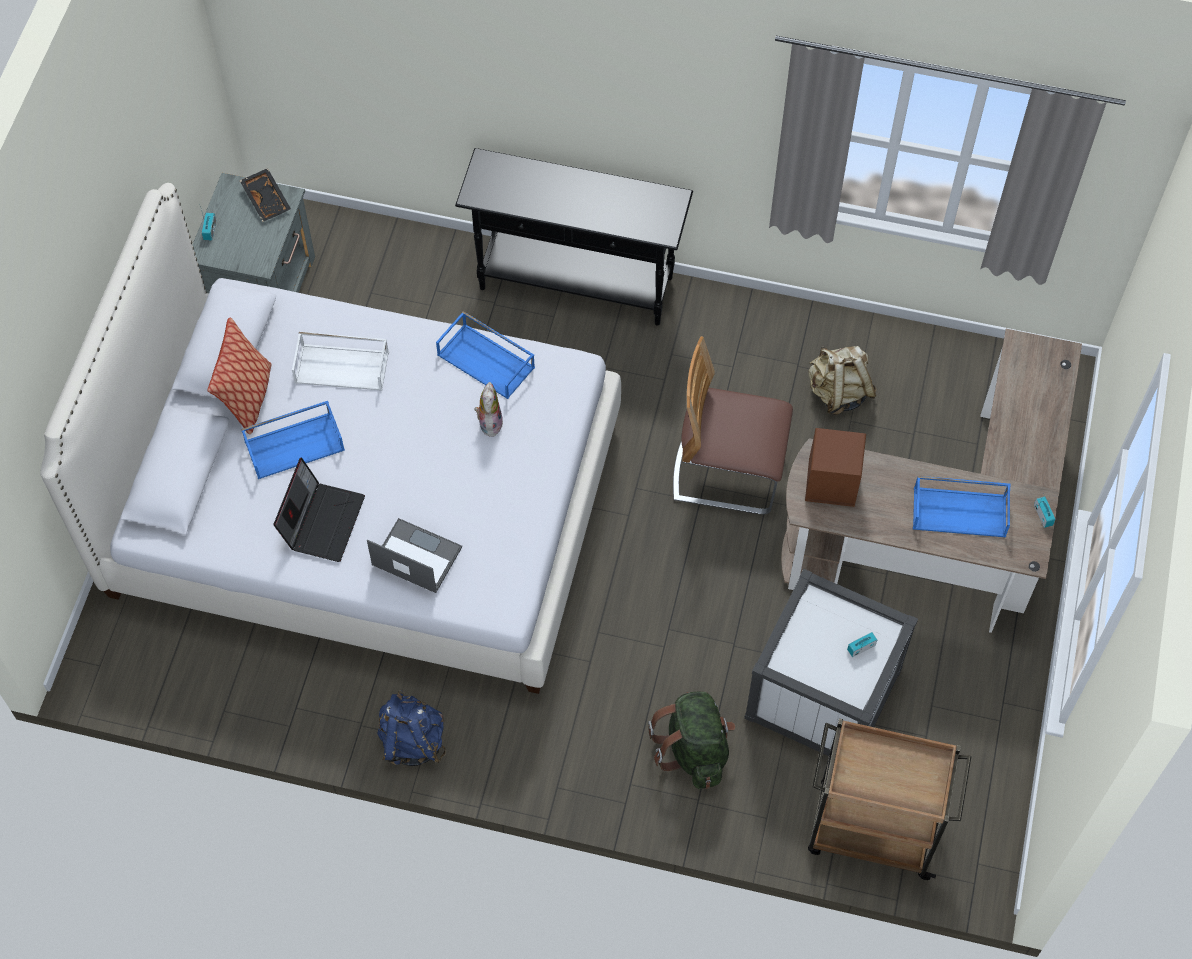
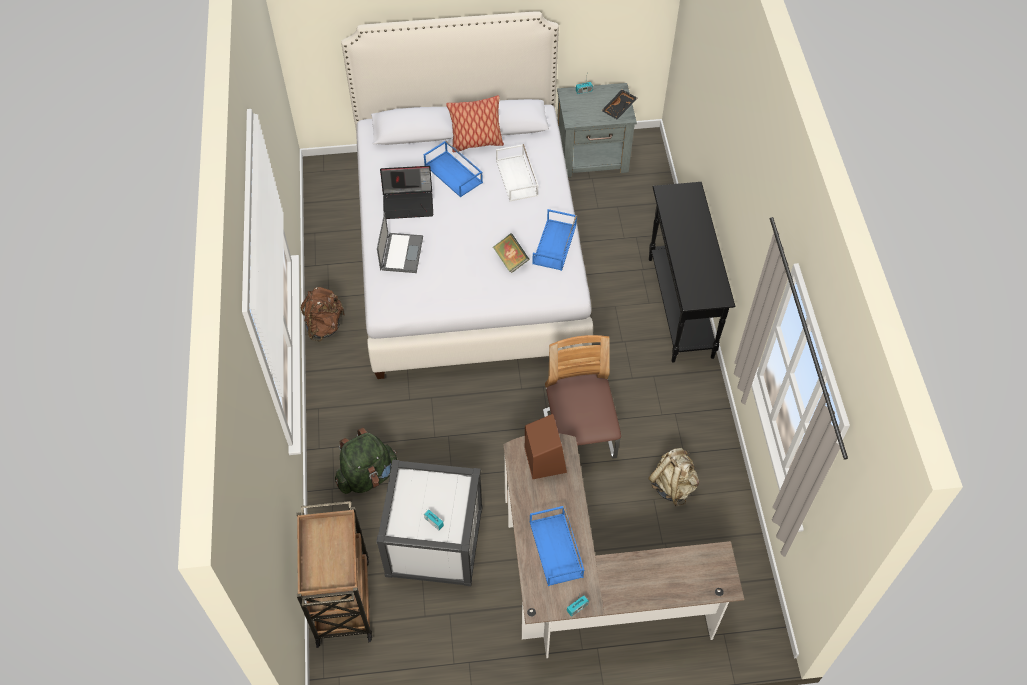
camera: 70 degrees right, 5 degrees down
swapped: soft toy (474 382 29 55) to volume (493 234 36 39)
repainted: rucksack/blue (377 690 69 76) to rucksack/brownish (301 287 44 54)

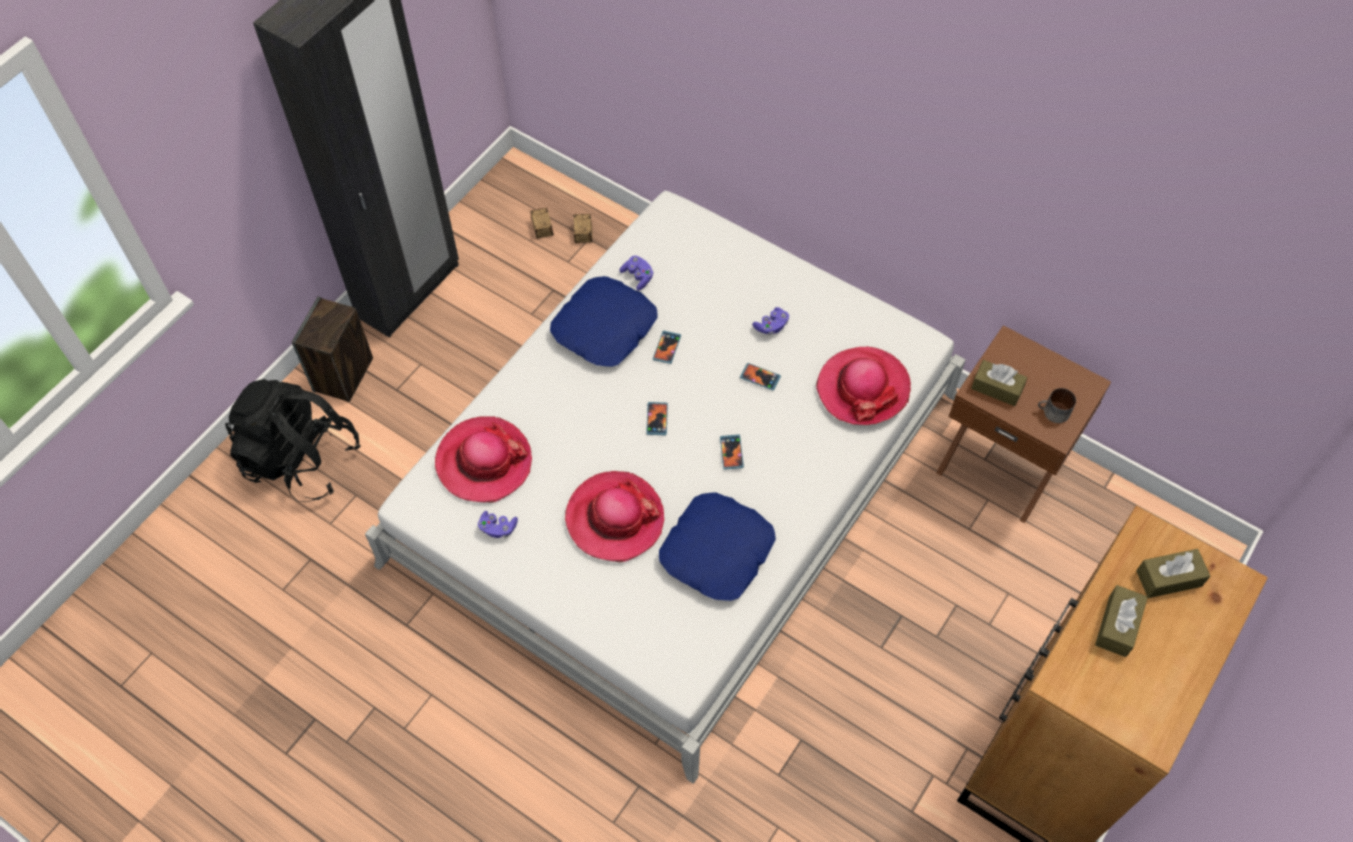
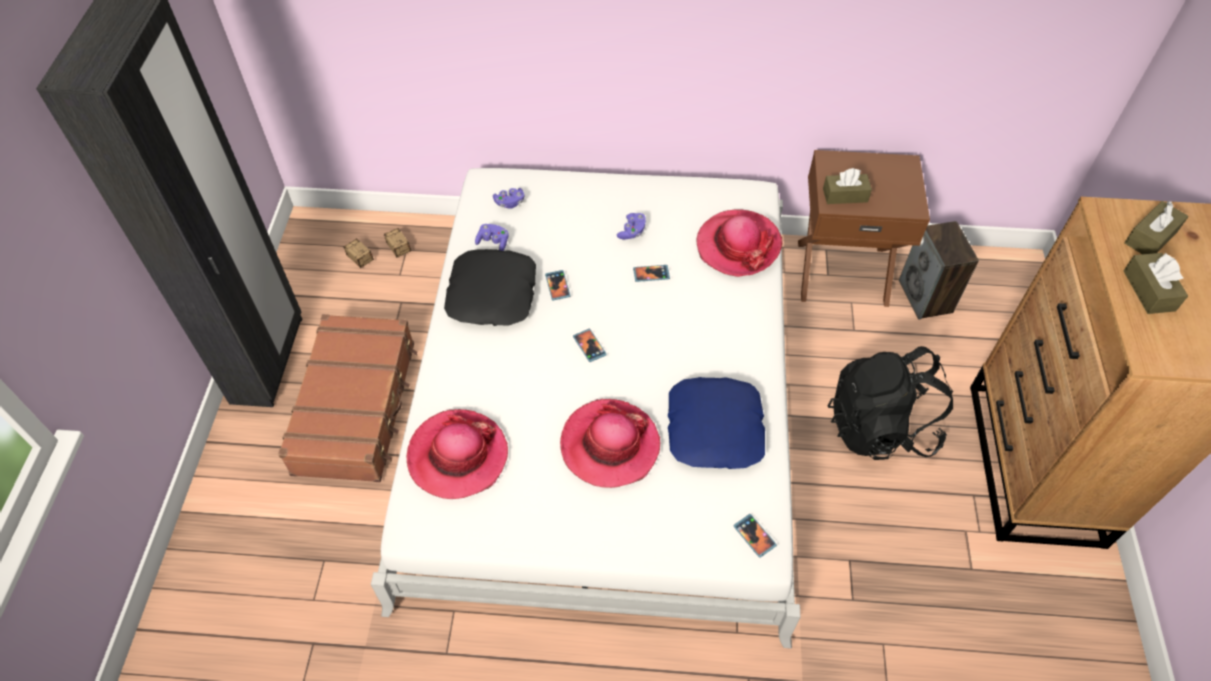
camera: 30 degrees left, 5 degrees down
gone: mug (1038 388 38 35)
new: piece of luggage/brownish (278 314 139 168)
shifted: gamepad/purple-coloured (478 511 40 27) to (493 188 31 21); phone (720 434 24 36) to (733 514 44 44); rucksack/blackish (225 379 136 123) to (828 346 125 114); speaker (292 297 81 105) to (899 221 80 99)
repainted: cushion/blue (550 276 107 91) to cushion/blackish (444 249 92 77)

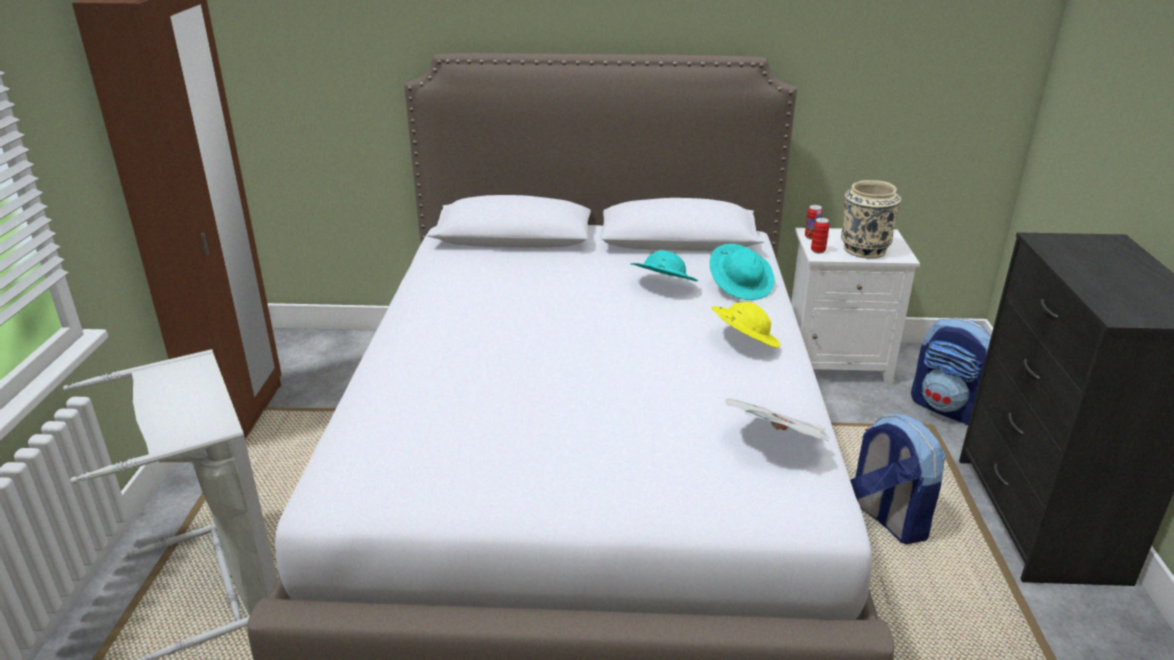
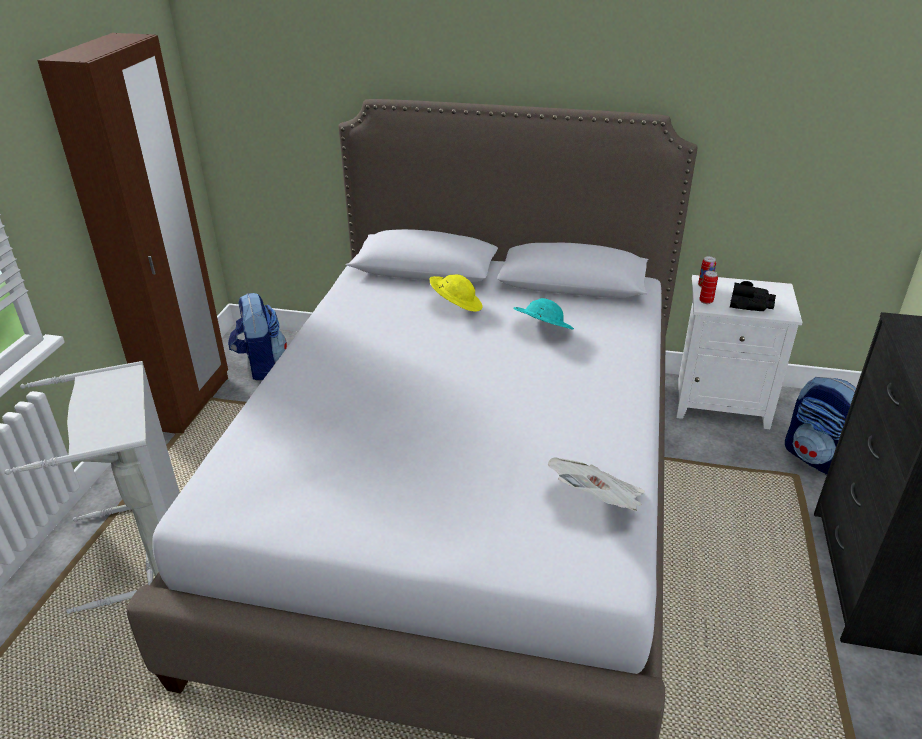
camera: 10 degrees right, 5 degrees up
gone: wearable hat/blue-green (710 244 65 56)
shifted: rucksack (850 413 95 131) to (228 293 59 87); wearable hat/yellowish (711 302 69 46) to (430 274 53 38)
swapped: vase/sand-coloured (841 180 60 79) to binoculars/blackish (730 281 46 30)

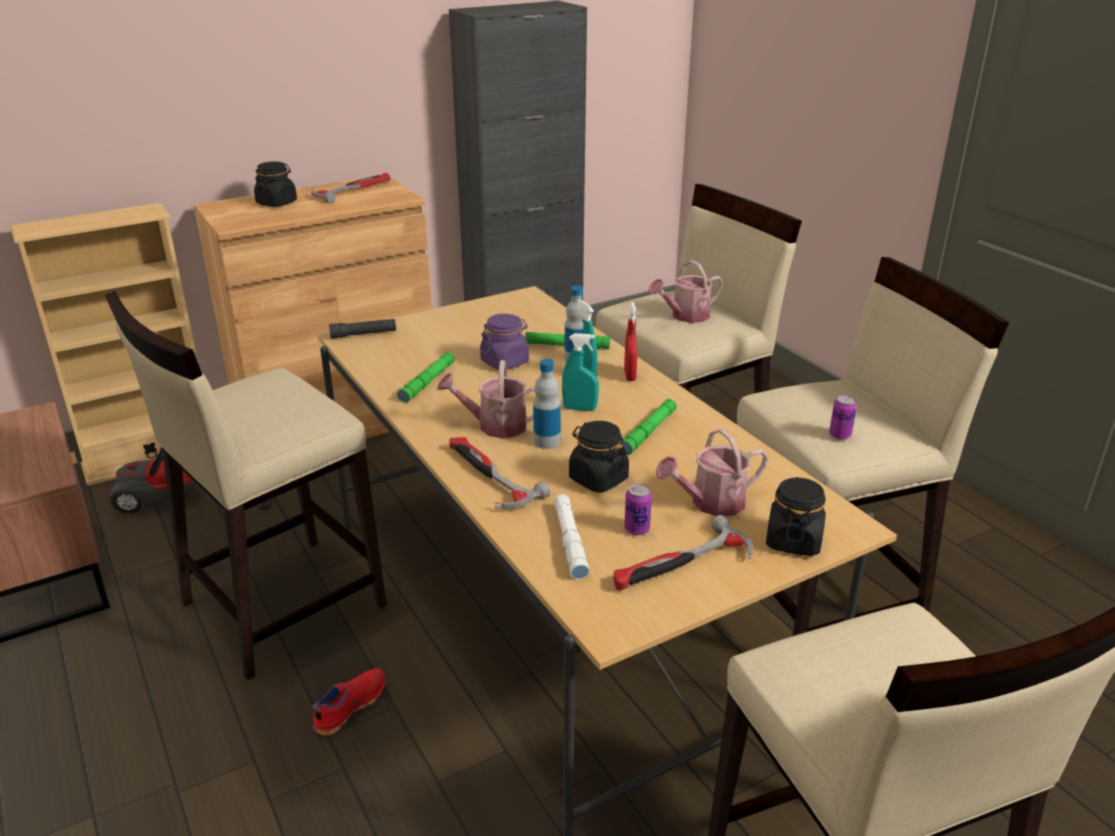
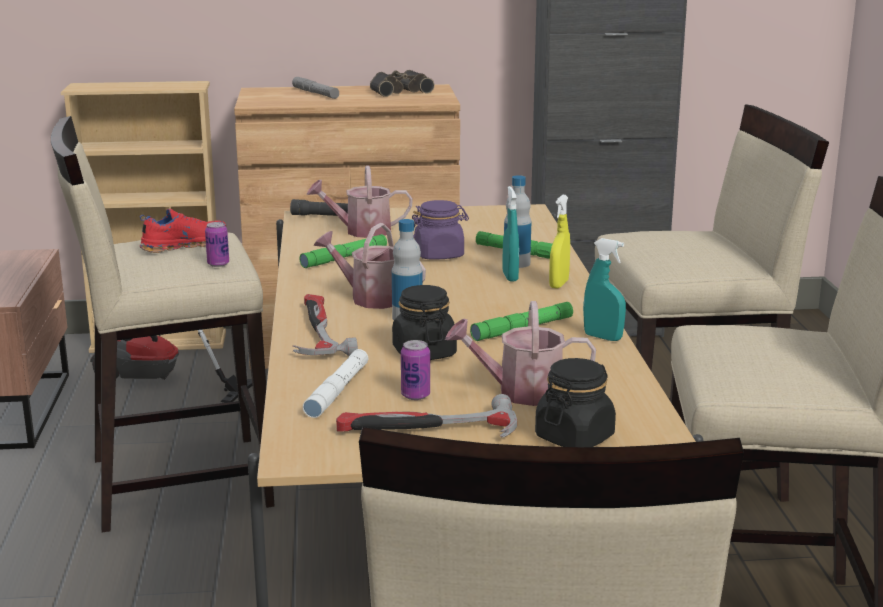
camera: 25 degrees right, 10 degrees down
shifted: item of footwear/red (312 668 73 67) to (140 208 86 45); can (829 395 28 45) to (205 222 24 45); sprinkling can (649 260 74 63) to (306 165 107 73); sprayer/blue-green (562 333 37 78) to (583 238 43 103)
swapped: preserve jar/blackish (254 161 43 46) to torch/greyish (292 77 47 22); tool hammer (311 173 79 30) to binoculars (370 70 65 27)
repainted: sprayer/red (624 302 13 79) to sprayer/yellowish (549 195 21 94)

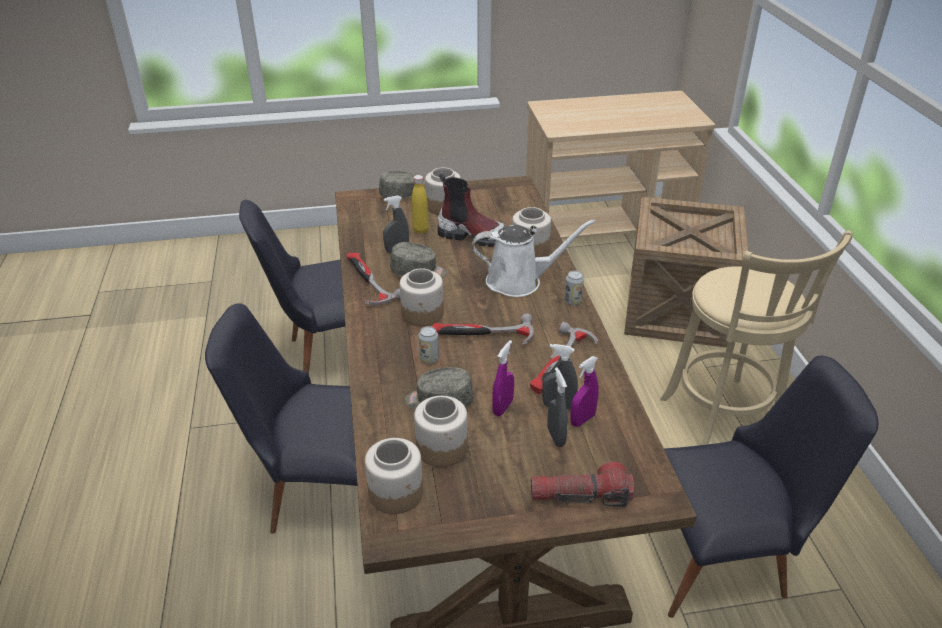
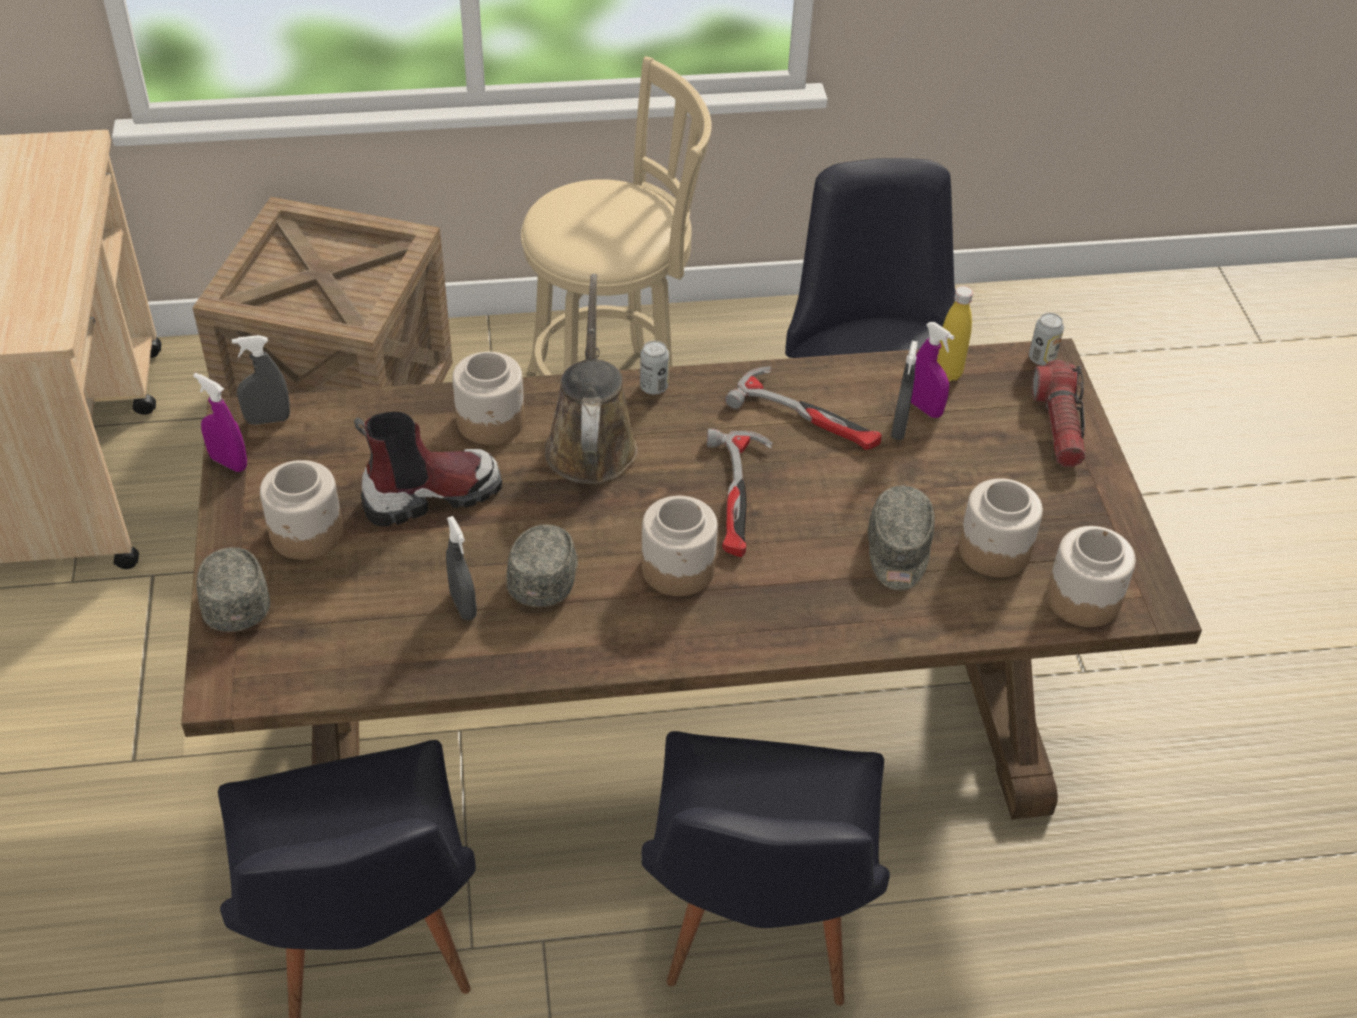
camera: 90 degrees left, 10 degrees up
gone: tool hammer (347 253 54 52)
shifted: sprayer/purple-coloured (492 340 22 76) to (193 373 54 99); sprayer/greyish (547 368 21 79) to (232 335 58 90); drink bottle/yellowish (411 175 18 59) to (937 286 36 96); can (418 326 21 38) to (1029 313 35 53)
repainted: sprinkling can/whitish (472 219 123 78) to sprinkling can/brownish (545 274 93 210)
rotated: tall boot (437 172 68 75) = (354 412 148 115) 45 degrees clockwise

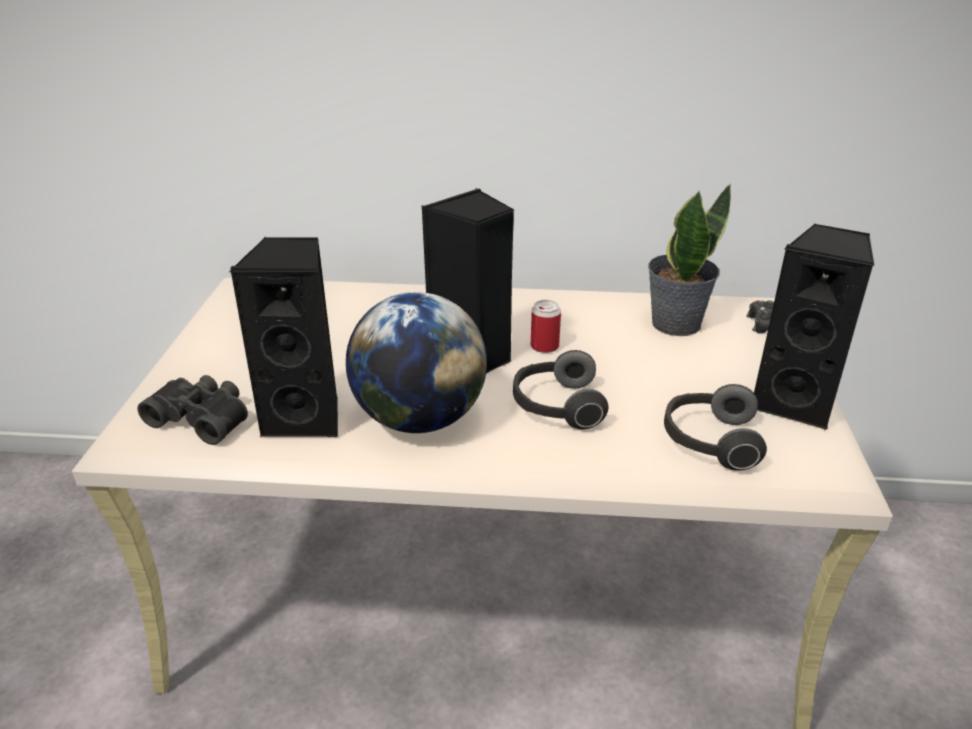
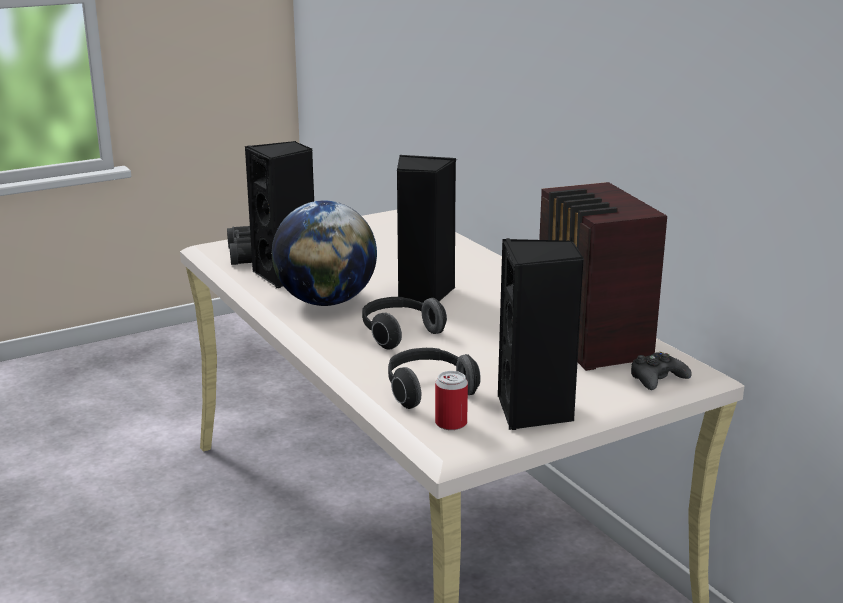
camera: 55 degrees right, 10 degrees down
shifted: can (531 300 30 53) to (435 371 33 59)
swapped: plant in a pot (648 184 83 152) to radio set (539 182 128 189)

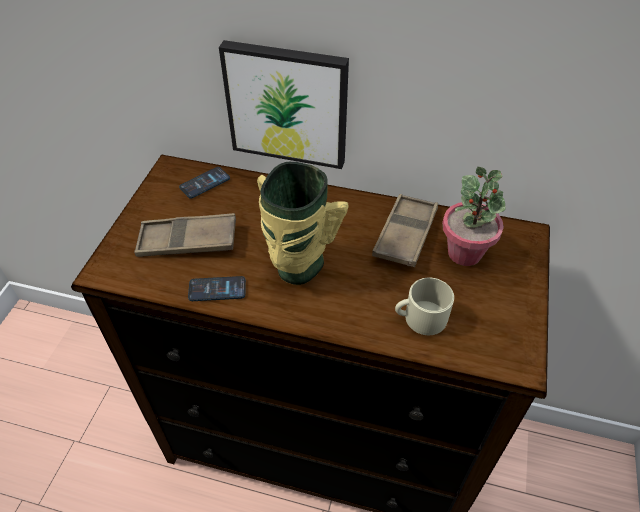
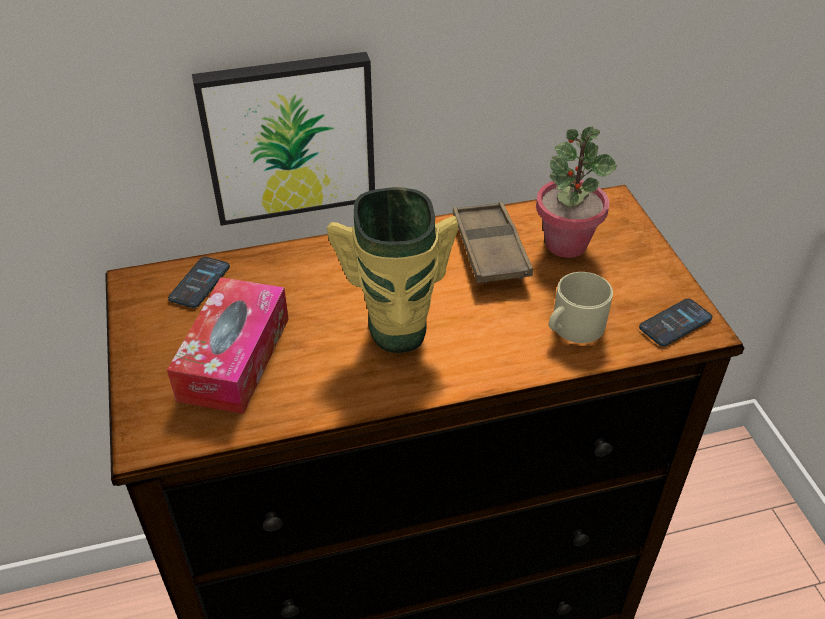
camera: 30 degrees left, 5 degrees down
shifted: phone (188 276 58 25) to (639 298 73 48)
swapped: tray/brownish (134 213 102 44) to tissue holder (167 277 122 137)

